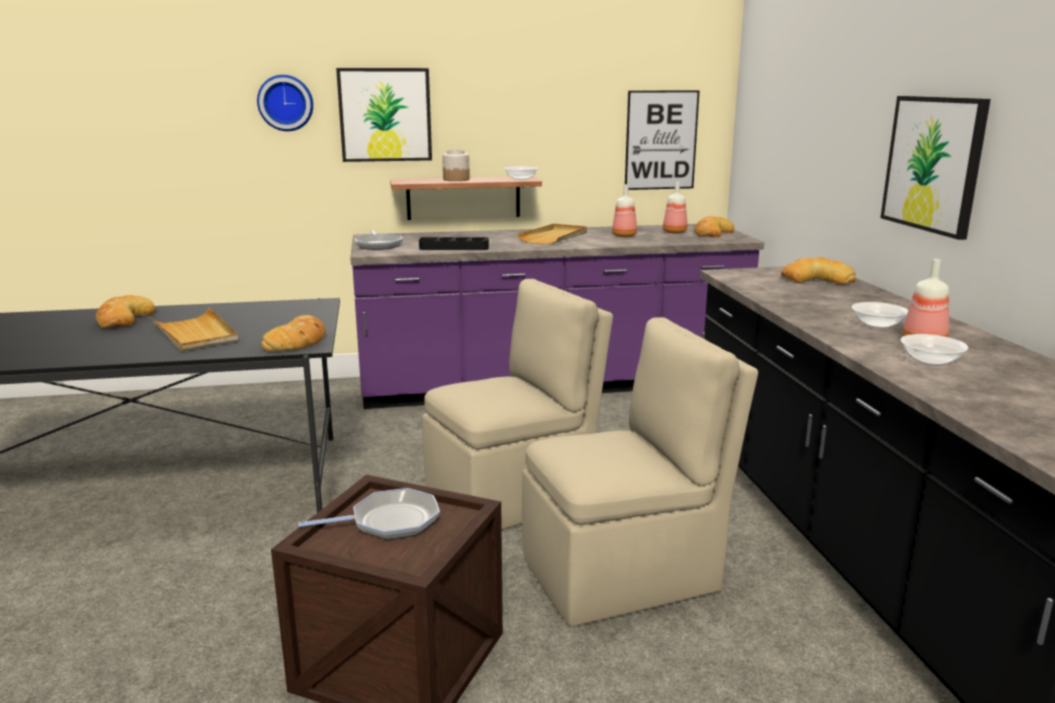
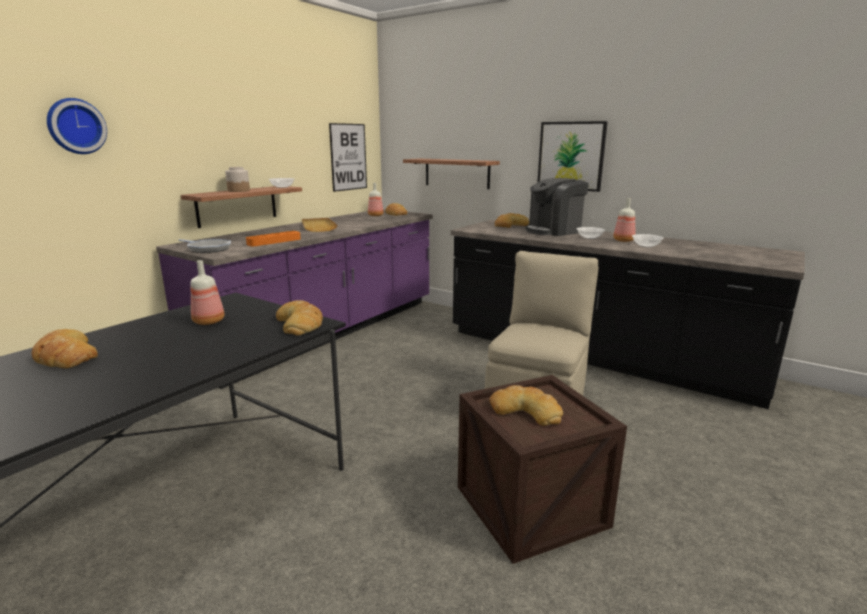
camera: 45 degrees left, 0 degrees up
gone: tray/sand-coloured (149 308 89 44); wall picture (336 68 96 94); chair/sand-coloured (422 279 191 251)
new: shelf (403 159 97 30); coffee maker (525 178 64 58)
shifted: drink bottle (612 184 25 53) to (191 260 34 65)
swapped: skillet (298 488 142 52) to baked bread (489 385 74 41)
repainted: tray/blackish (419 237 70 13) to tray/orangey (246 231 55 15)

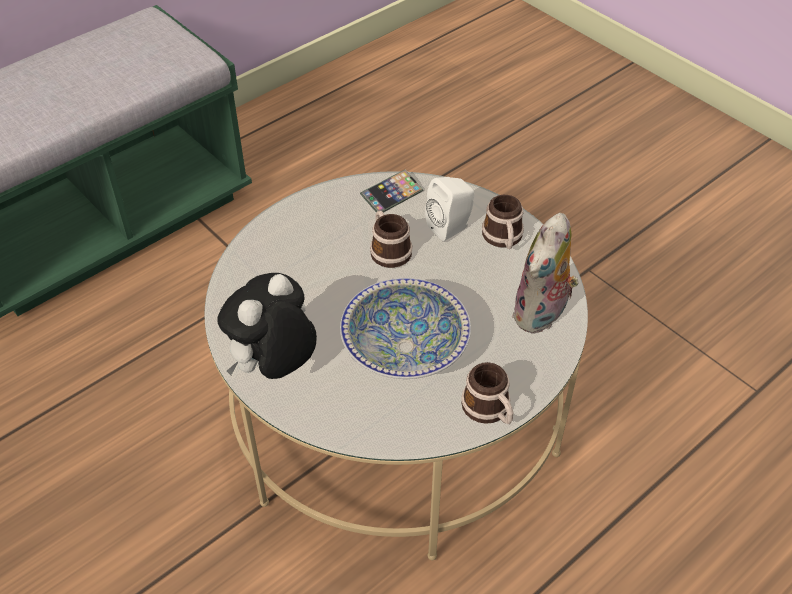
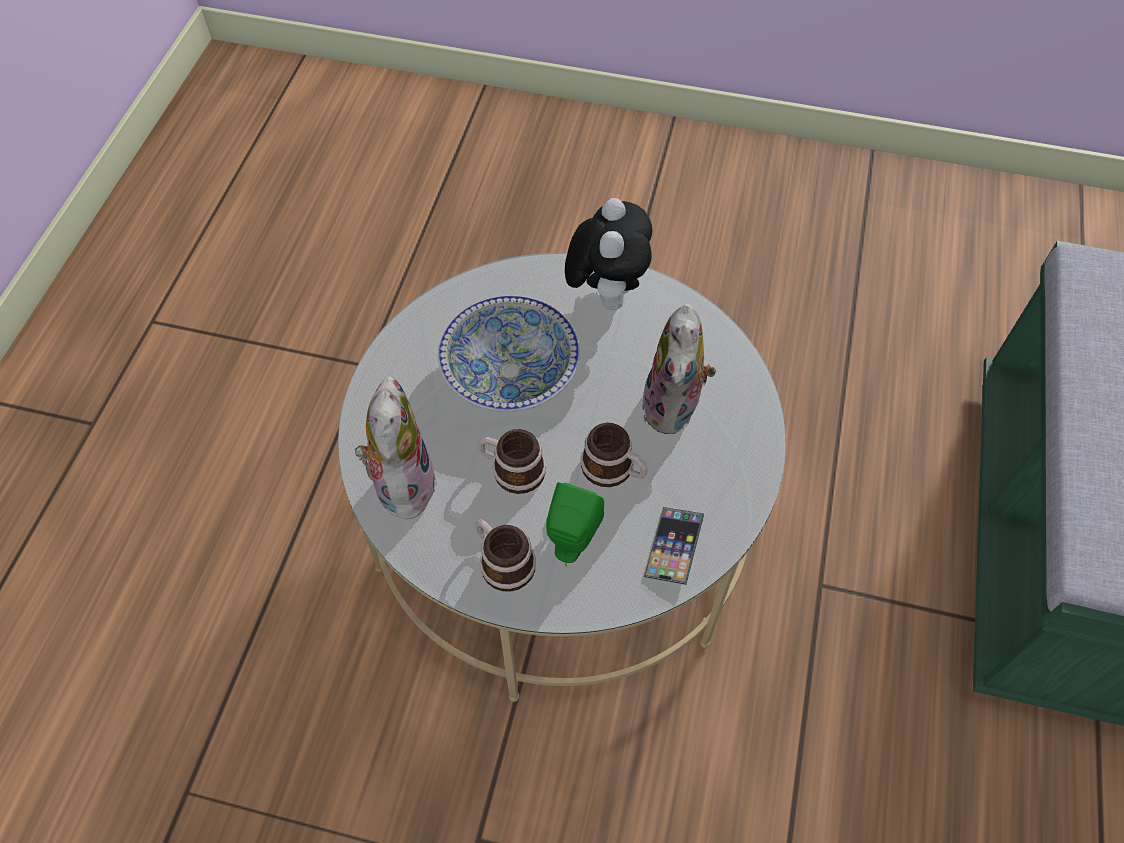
camera: 145 degrees right, 10 degrees up
new: soft toy (642 304 74 130)
shifted: mug (461 362 52 62) to (478 429 68 65)
repainted: speaker/whitish (425 177 49 64) to speaker/green (546 482 58 84)

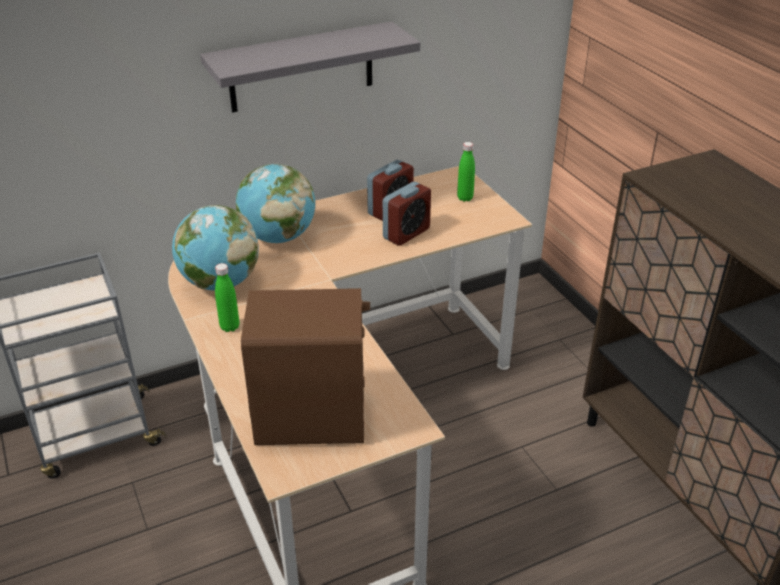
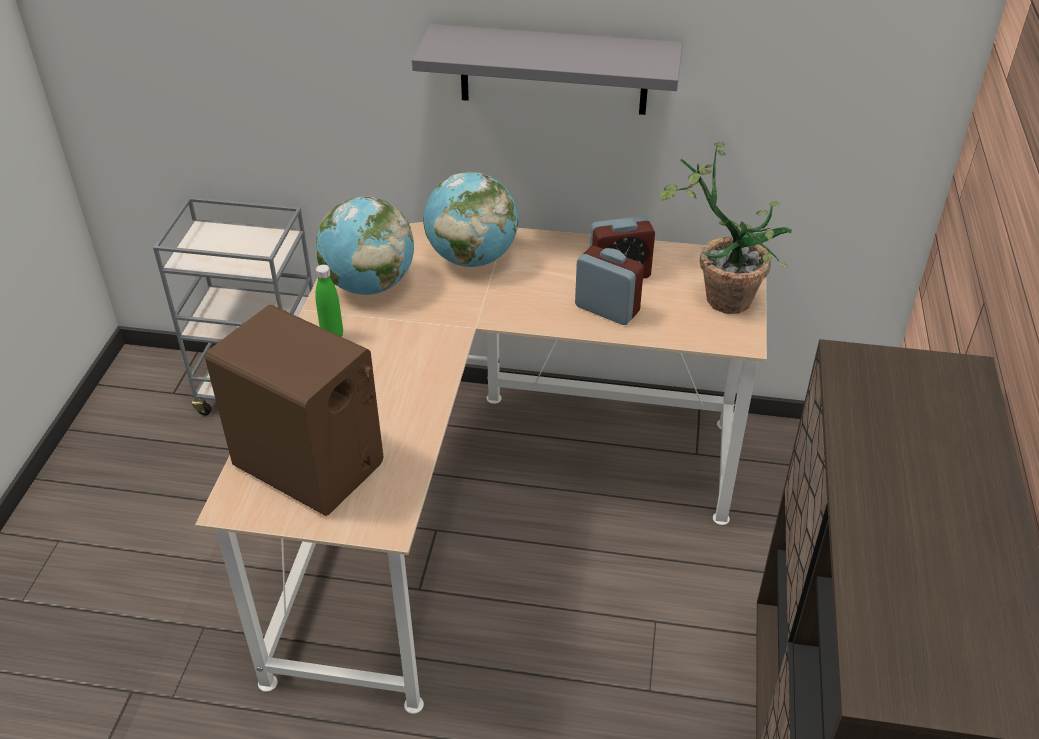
camera: 35 degrees right, 5 degrees up
swapped: drink bottle/green (457 142 18 60) to plant in a pot (660 142 132 172)
rotated: alarm clock (383 182 48 64) = (575 246 69 79) 135 degrees counterclockwise

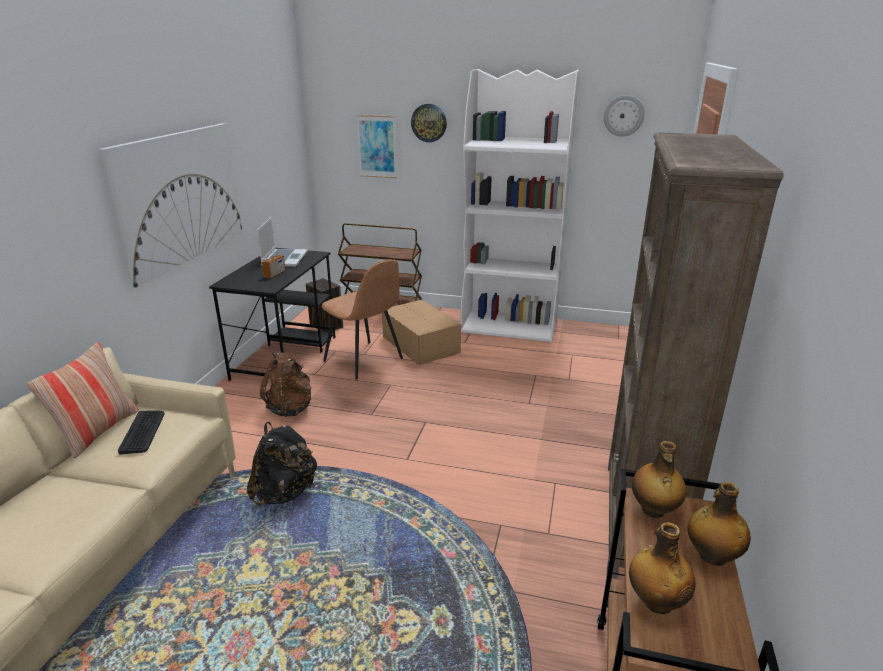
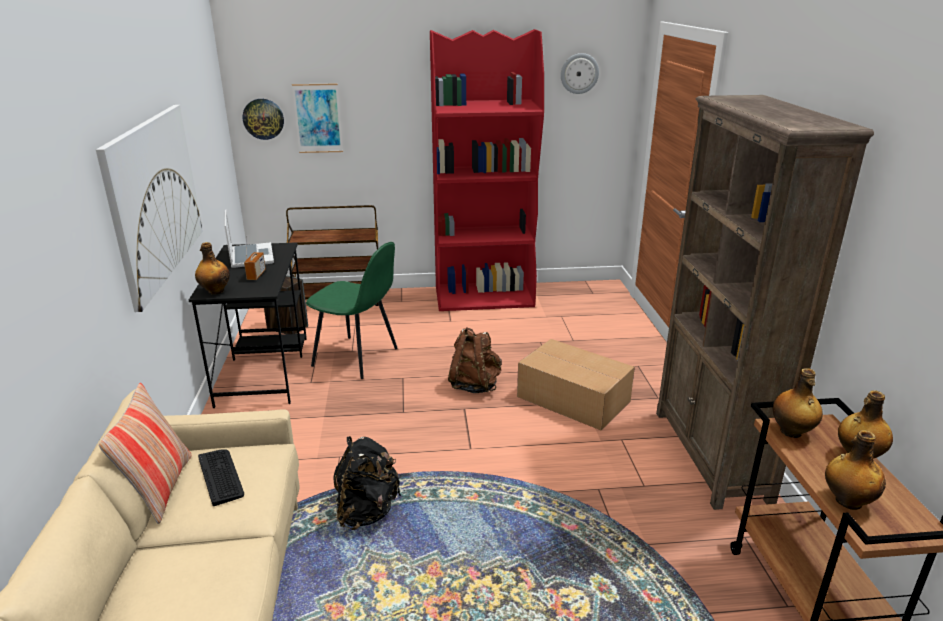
camera: 20 degrees left, 0 degrees up
new: drink bottle (195 242 35 52)
shifted: clock on the wall (411 104 36 38) to (243 99 41 41); rucksack/brownish (260 352 51 65) to (448 327 54 66); packing box (382 300 79 65) to (517 339 118 92)
repainted: chair/brownish (322 259 81 121) to chair/green (306 242 92 137); bookcase/whitish (460 69 119 273) to bookcase/red (430 29 114 282)

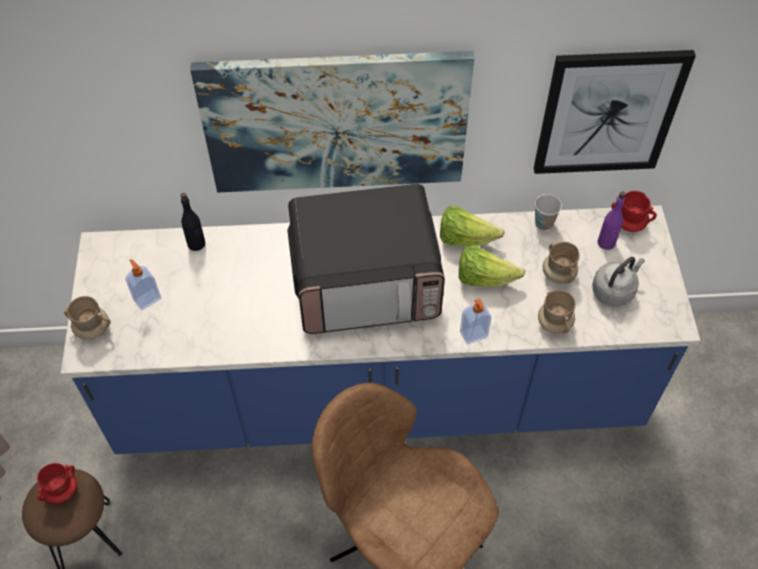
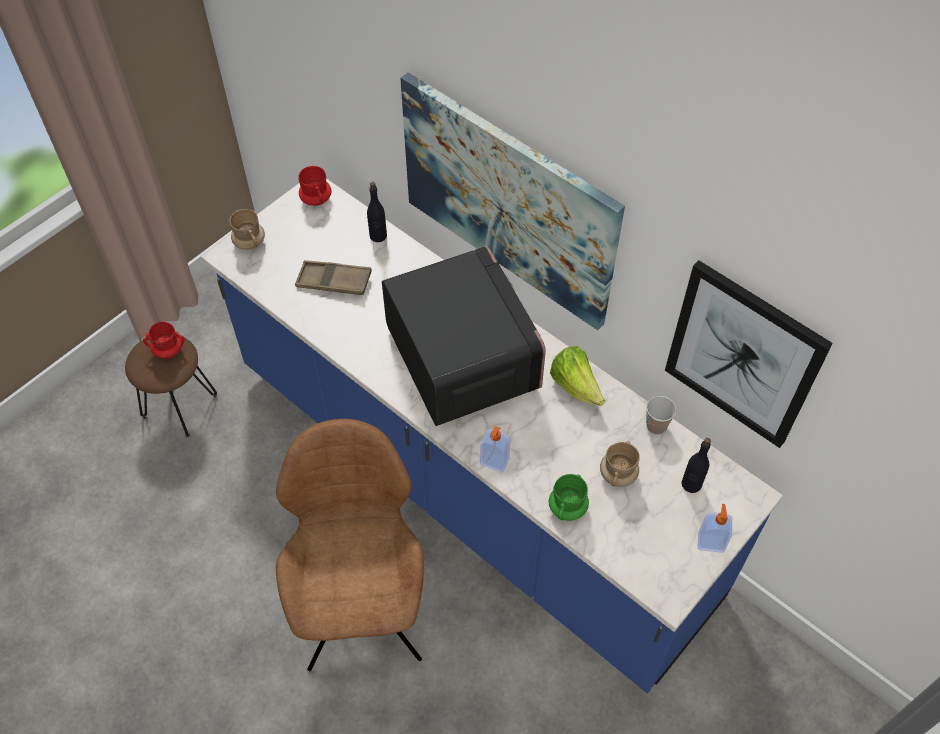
camera: 45 degrees right, 0 degrees up
gone: lettuce head (459 245 66 42); water kettle/greyish (592 257 53 50)
new: tray/brownish (295 260 77 35)
shifted: mug/red (611 191 46 41) to (298 166 33 40); liquid soap bottle (126 259 35 51) to (698 504 34 49)
repainted: mug/sand-coloured (538 290 38 44) to mug/green (549 474 40 47); drink bottle/purple-coloured (597 192 29 58) to drink bottle/blackish (681 438 30 55)
rotated: kitchen microwave (288 184 157 150) = (382 246 164 180) 150 degrees counterclockwise

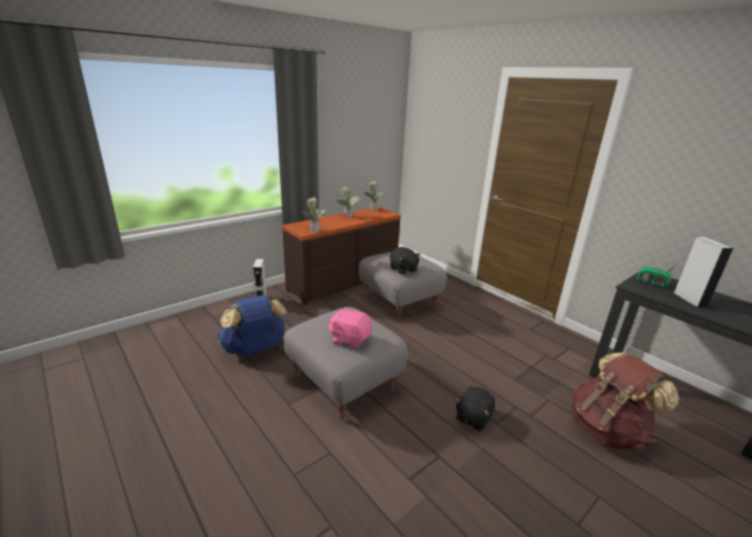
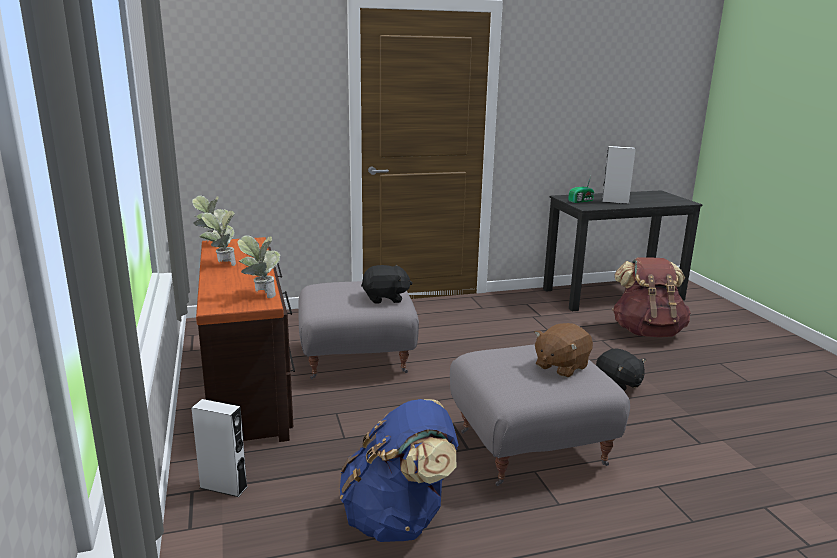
camera: 65 degrees left, 5 degrees down
repainted: soft toy/pink (328 307 44 42) to soft toy/brownish (534 323 59 55)

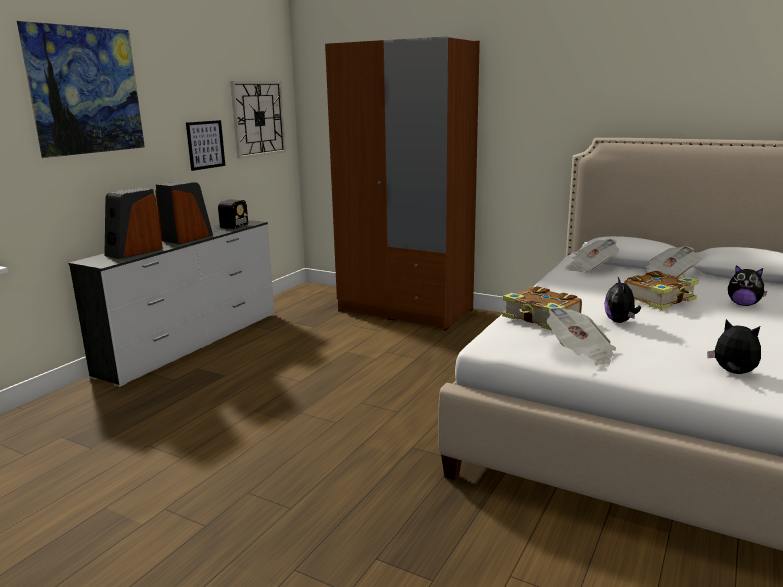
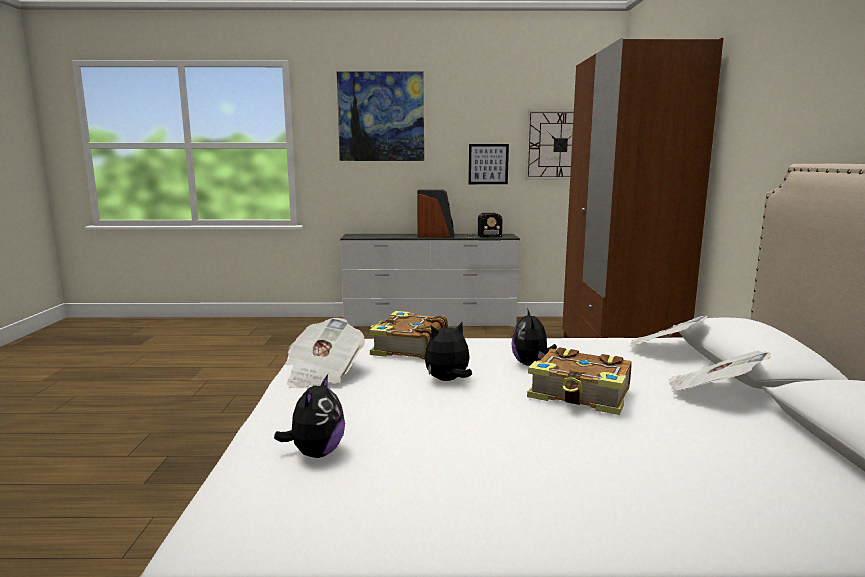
camera: 60 degrees right, 5 degrees down
gone: speaker (104 188 59 71)
shifted: soft toy (728 265 40 41) to (511 308 46 58)

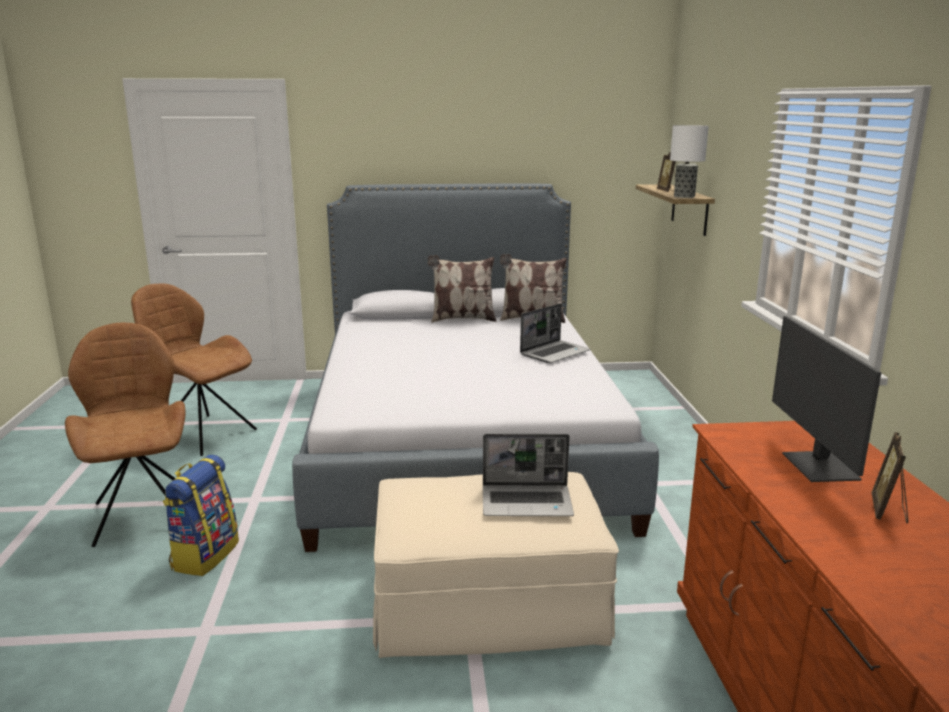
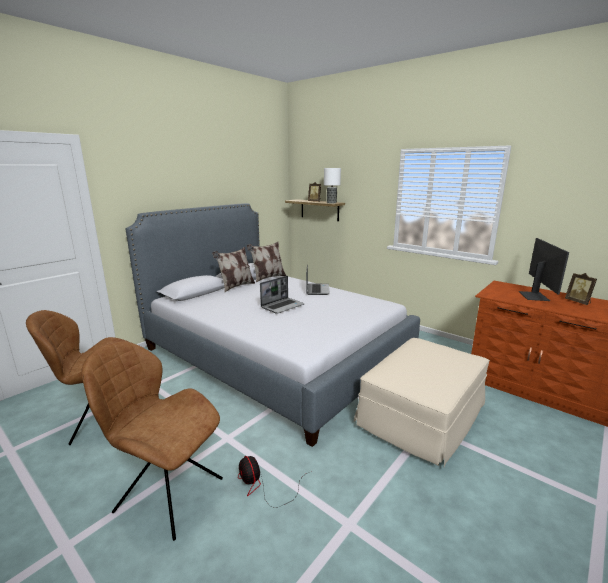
camera: 45 degrees left, 0 degrees up
shifted: notebook computer (483 434 91 82) to (260 276 45 38)
swapped: rucksack (163 455 76 121) to electric fan (238 456 71 52)
rotated: computer display (772 316 110 166) = (519 238 50 63) 120 degrees counterclockwise

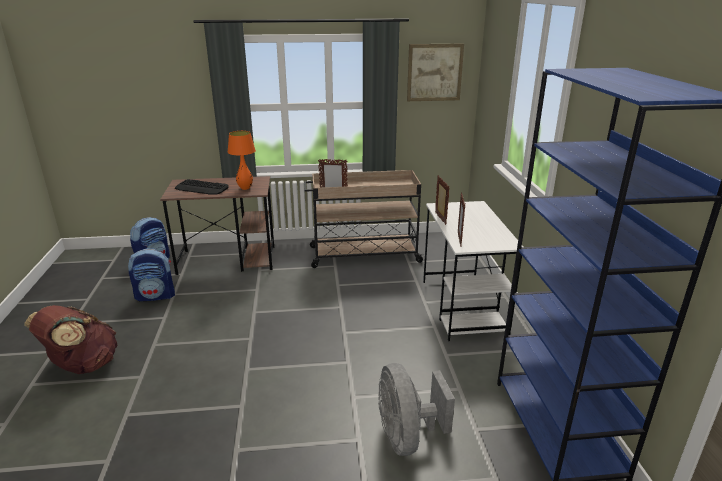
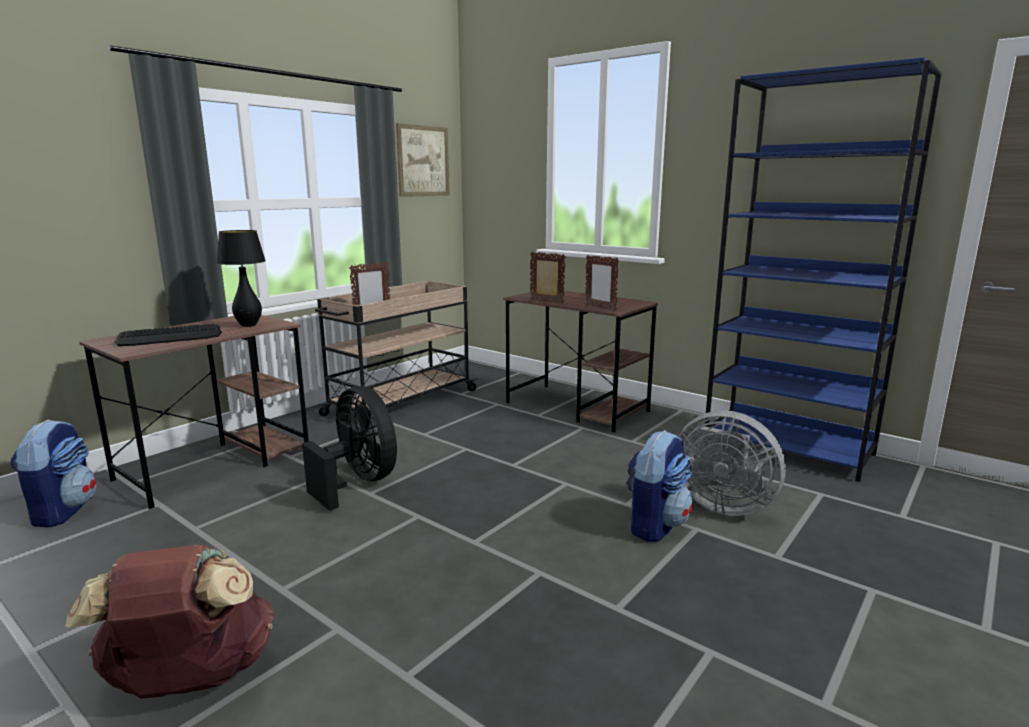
camera: 45 degrees left, 10 degrees down
new: electric fan/blackish (302 386 95 125)
shifted: rucksack (128 248 47 54) to (627 430 66 112)
repainted: lamp for a table/orangey (227 131 29 59) to lamp for a table/blackish (217 230 49 97); desk table/whitish (423 201 100 140) to desk table/brownish (503 291 156 141)

